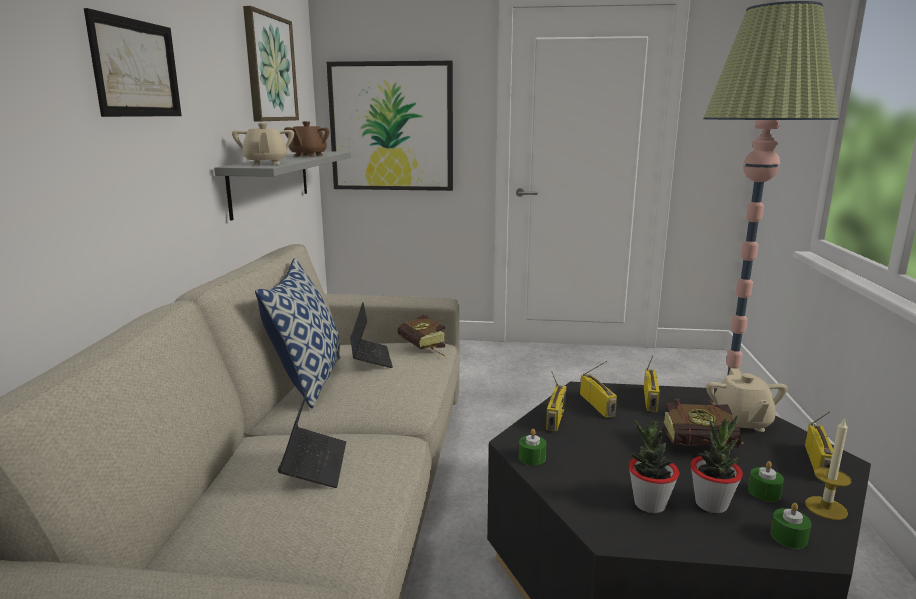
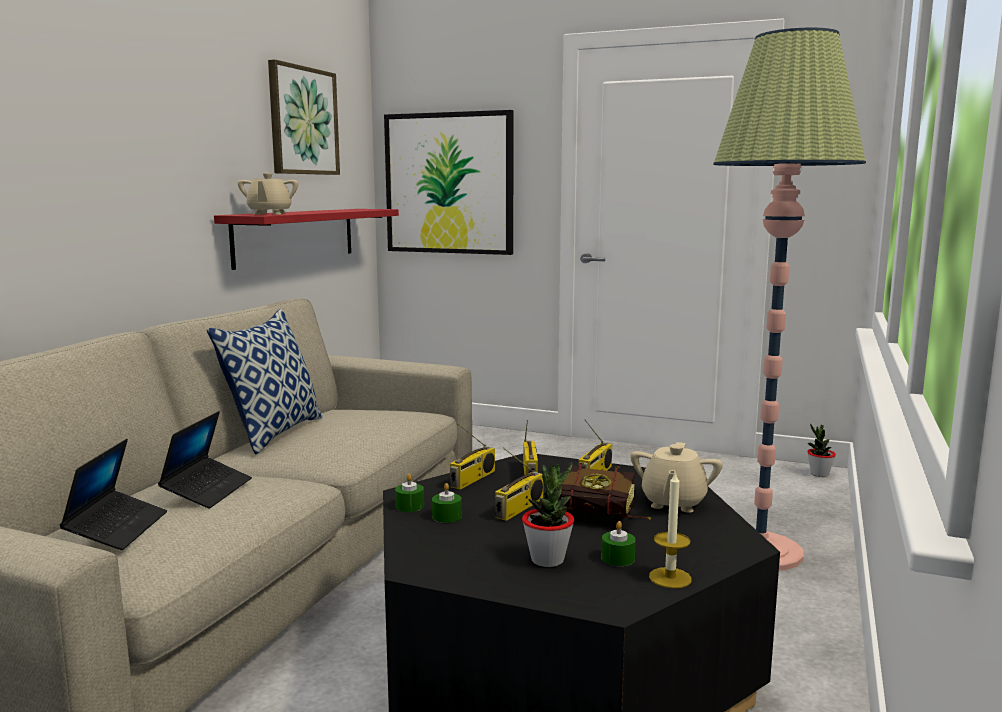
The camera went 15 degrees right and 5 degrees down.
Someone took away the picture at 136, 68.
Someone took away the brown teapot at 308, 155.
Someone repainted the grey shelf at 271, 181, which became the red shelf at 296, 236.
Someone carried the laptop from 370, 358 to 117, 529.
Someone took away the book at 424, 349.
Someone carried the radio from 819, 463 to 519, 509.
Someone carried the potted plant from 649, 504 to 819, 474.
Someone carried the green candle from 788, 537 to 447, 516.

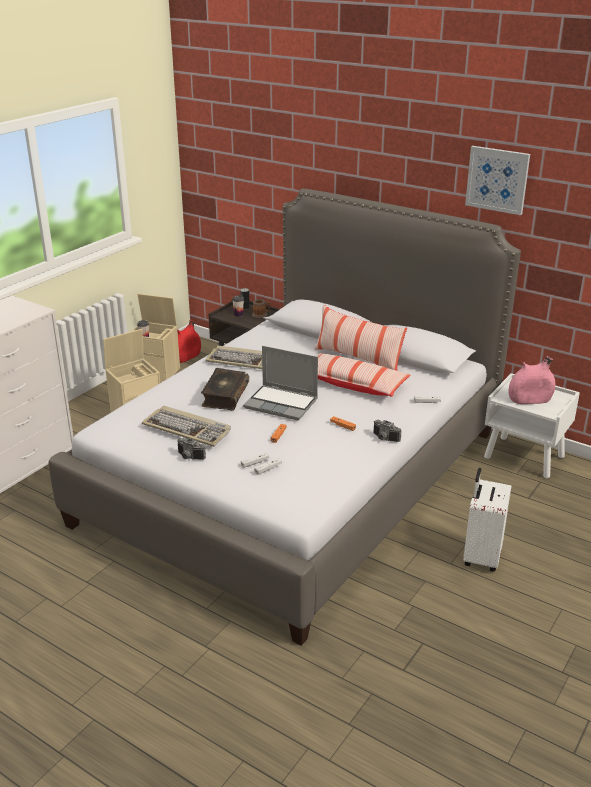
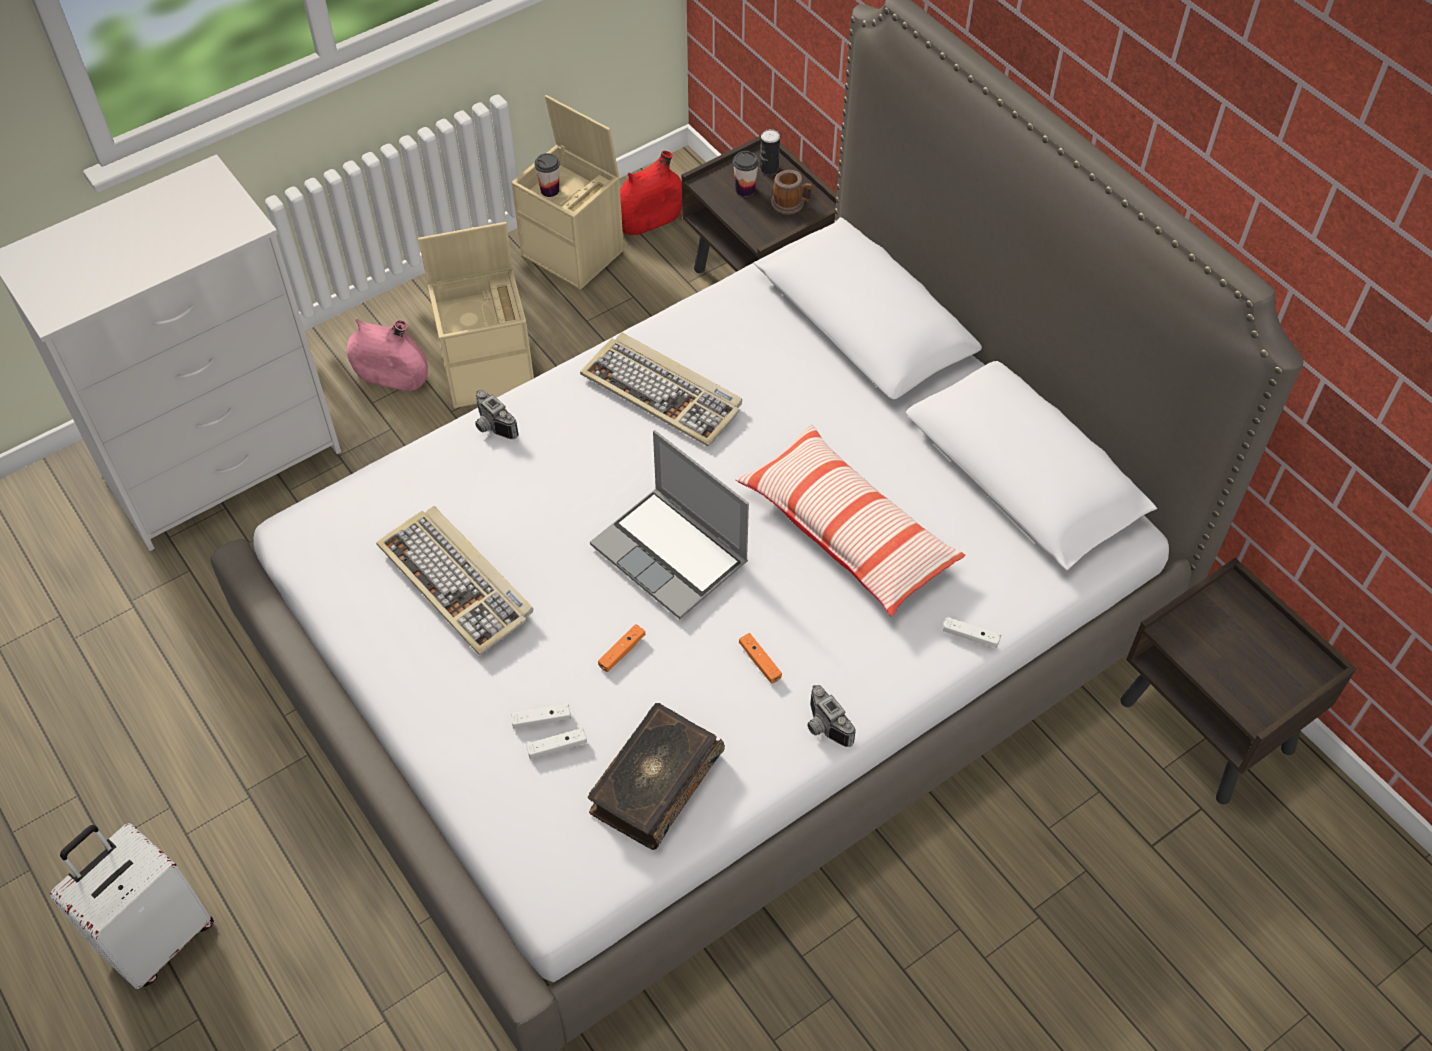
The camera went 20 degrees right and 25 degrees up.
Someone took away the picture at 497, 179.
Someone took away the pillow at 358, 358.
Someone carried the pink vase from 529, 400 to 391, 377.
Someone carried the book from 224, 396 to 654, 783.
Someone repainted the white nightstand at 525, 457, which became the brown nightstand at 1208, 727.
Someone carried the photo camera from 189, 457 to 491, 427.
Someone carried the white suitcase from 480, 556 to 157, 937.

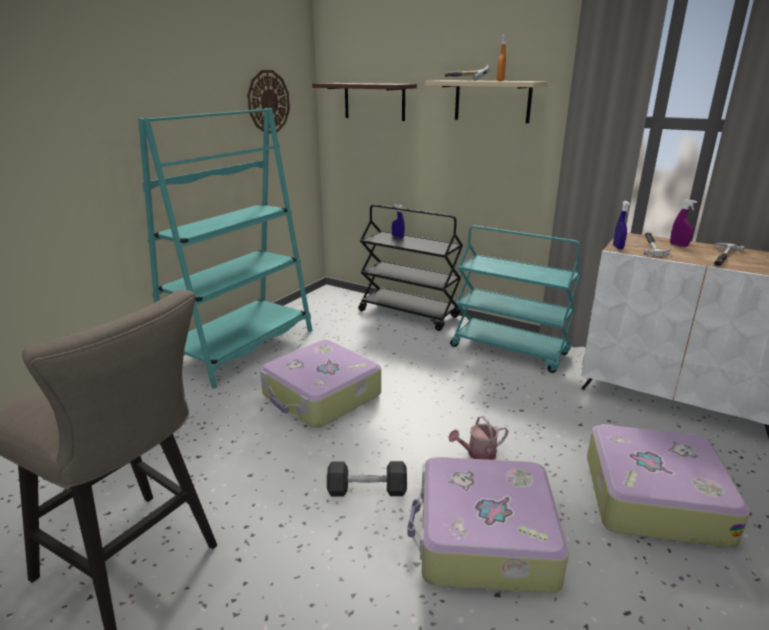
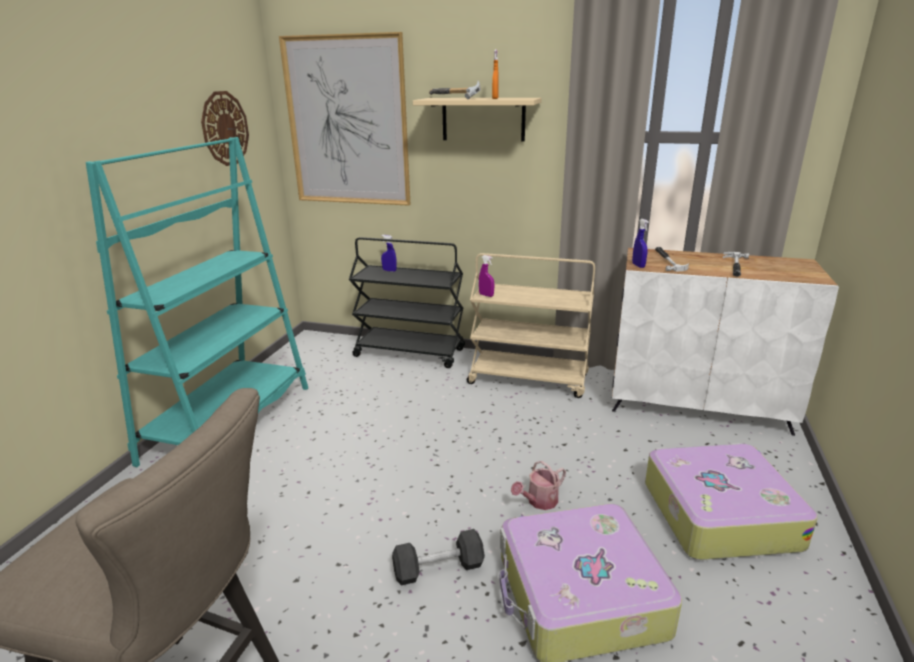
The camera went 15 degrees left and 0 degrees up.
Someone swapped the brown shelf at 374, 101 for the picture at 347, 122.
Someone carried the purple spray bottle from 678, 245 to 486, 295.
Someone repainted the turquoise cart at 510, 350, which became the beige cart at 529, 379.
Someone took away the suitcase at 321, 396.

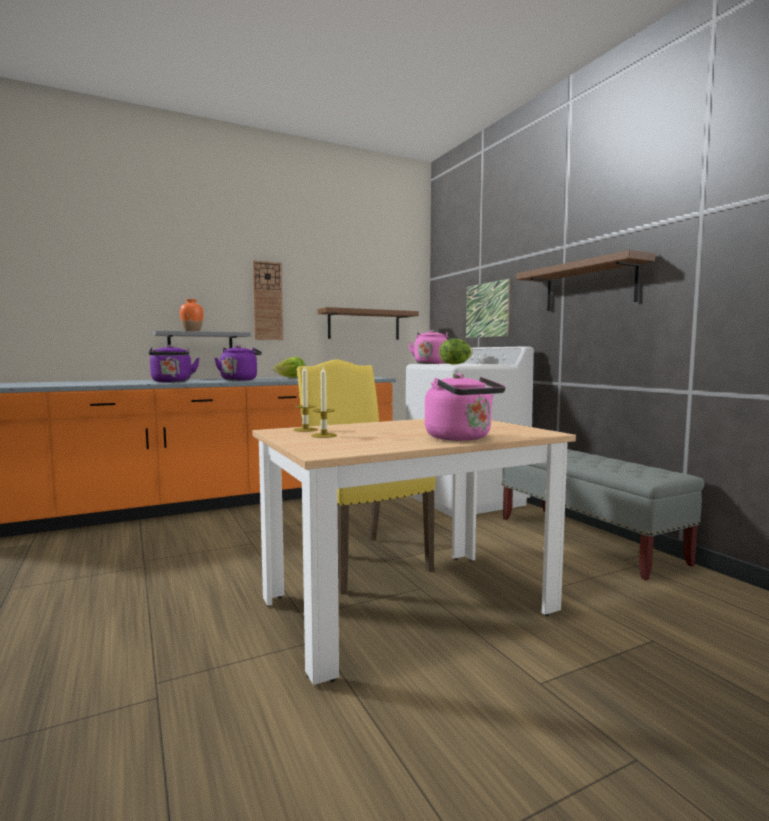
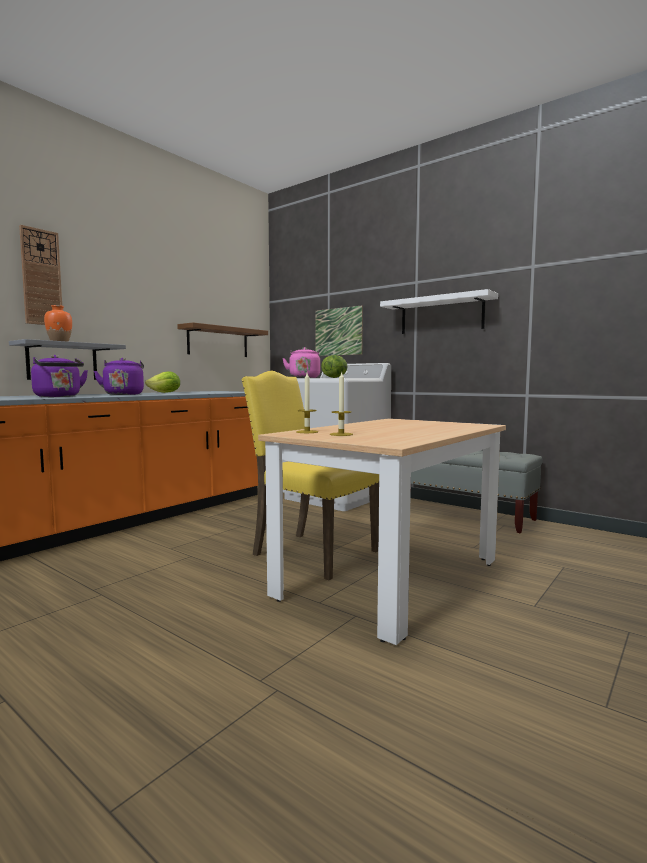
The camera went 25 degrees left and 0 degrees up.
Someone repainted the brown shelf at 589, 286, which became the white shelf at 441, 315.
Someone carried the wall clock from 267, 301 to 41, 277.
Someone took away the pink kettle at 461, 438.

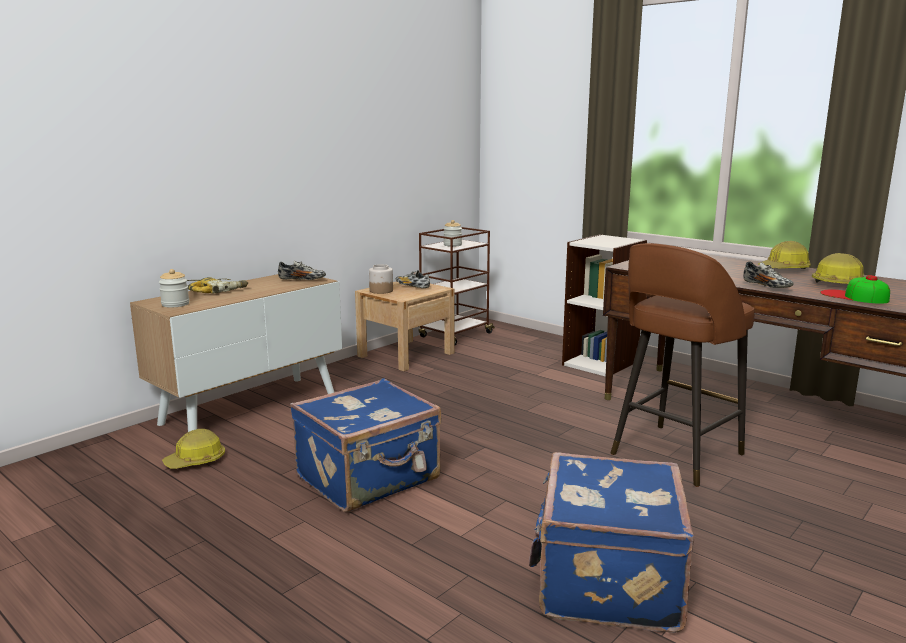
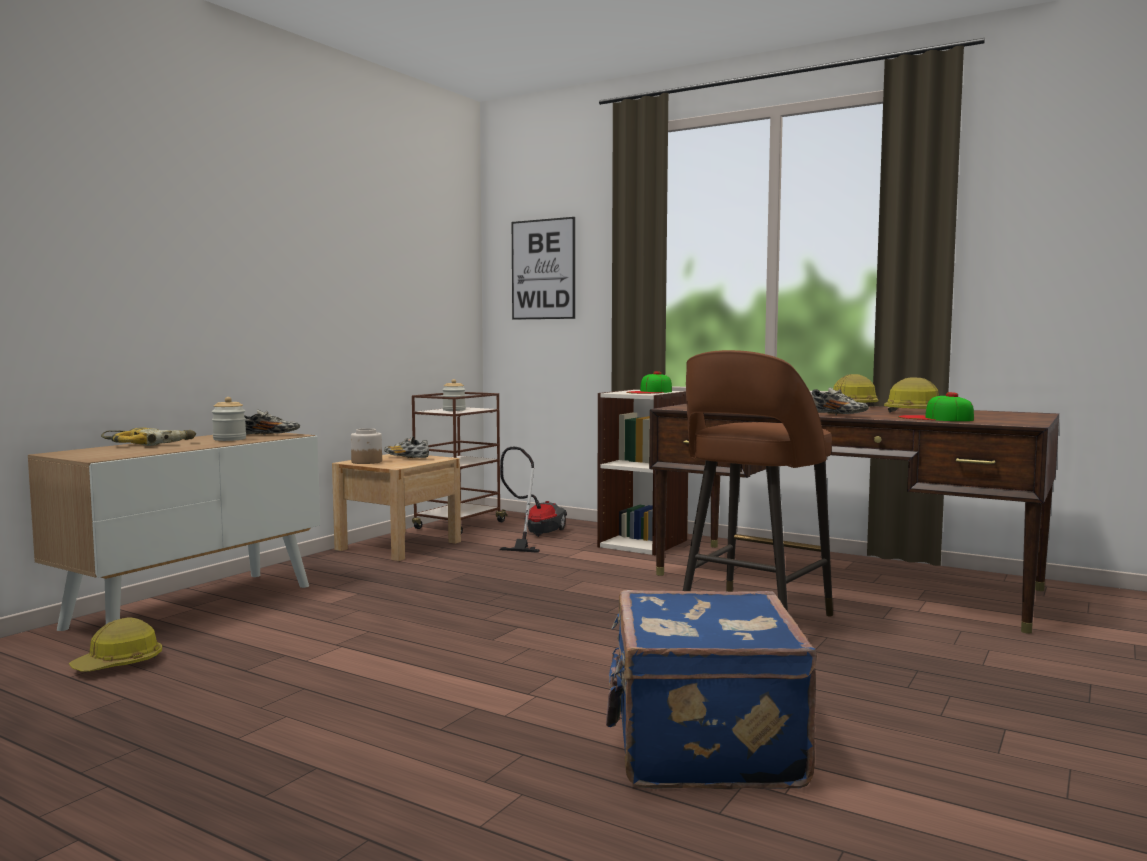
The camera went 10 degrees left and 10 degrees down.
Someone carried the jar from 175, 304 to 229, 439.
Someone took away the blue suitcase at 370, 478.
Someone put up the picture at 543, 269.
Someone put down the cap at 650, 392.
Someone put down the vacuum cleaner at 534, 536.

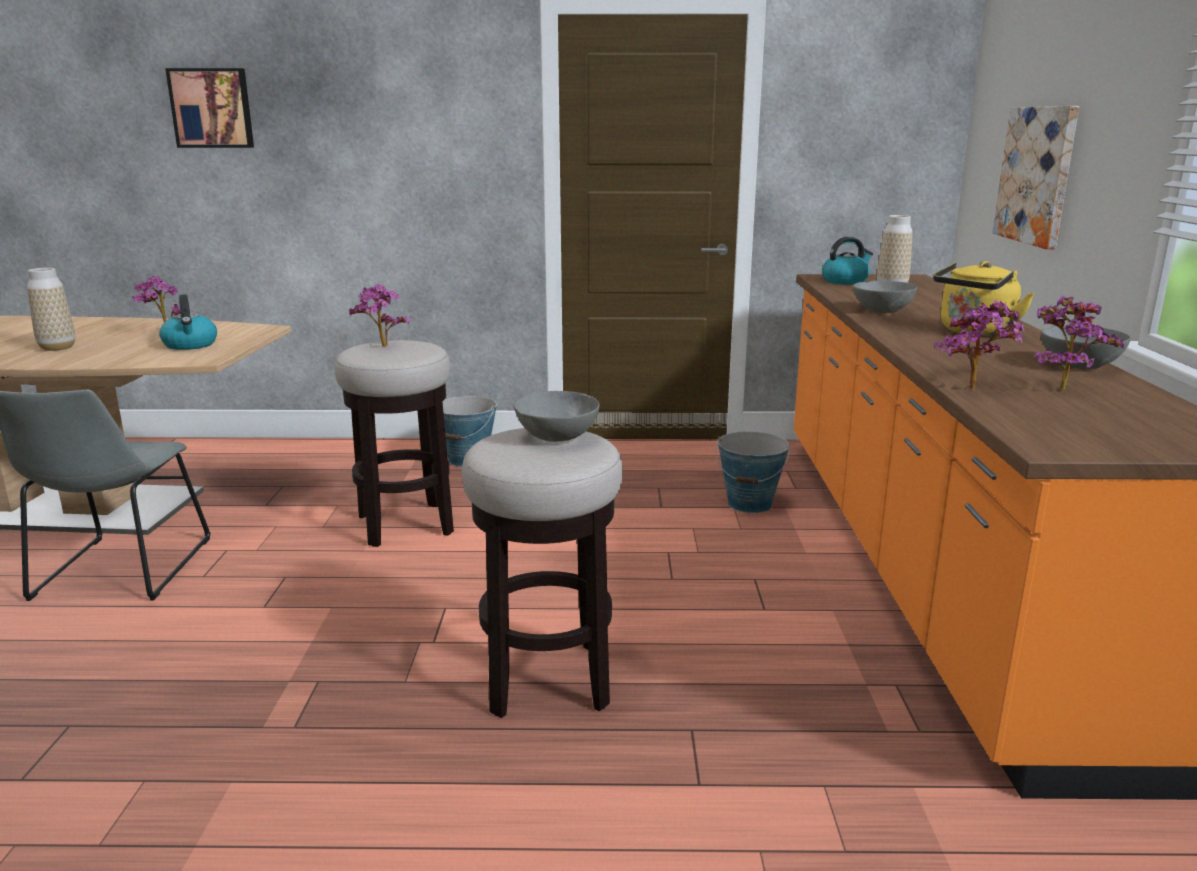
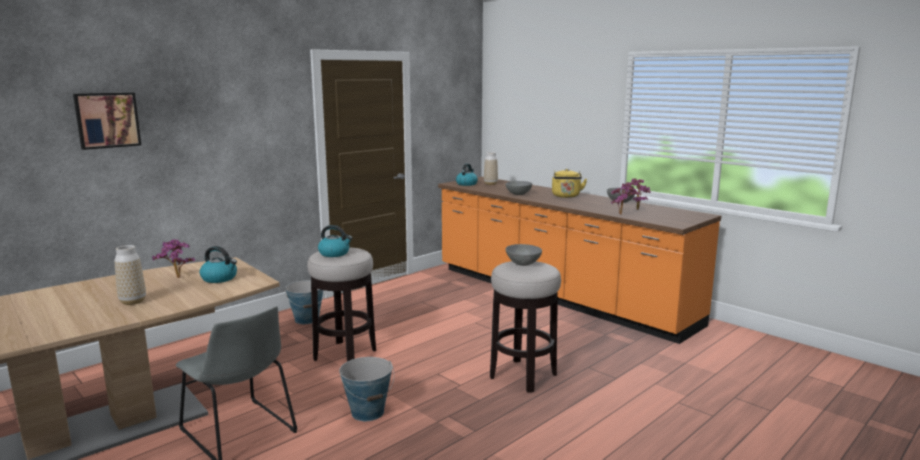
The camera went 45 degrees left and 5 degrees down.
Someone took away the picture at 1037, 175.
Someone swapped the potted plant at 381, 347 for the kettle at 334, 253.
Someone carried the bucket from 750, 504 to 368, 412.

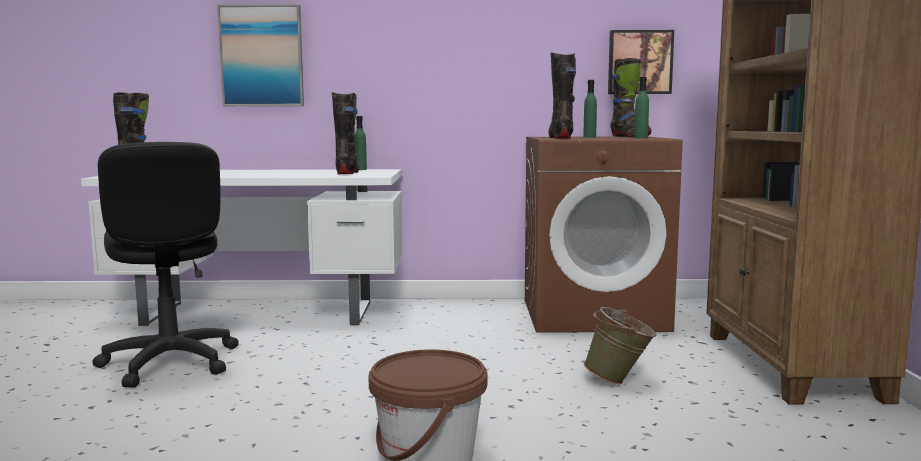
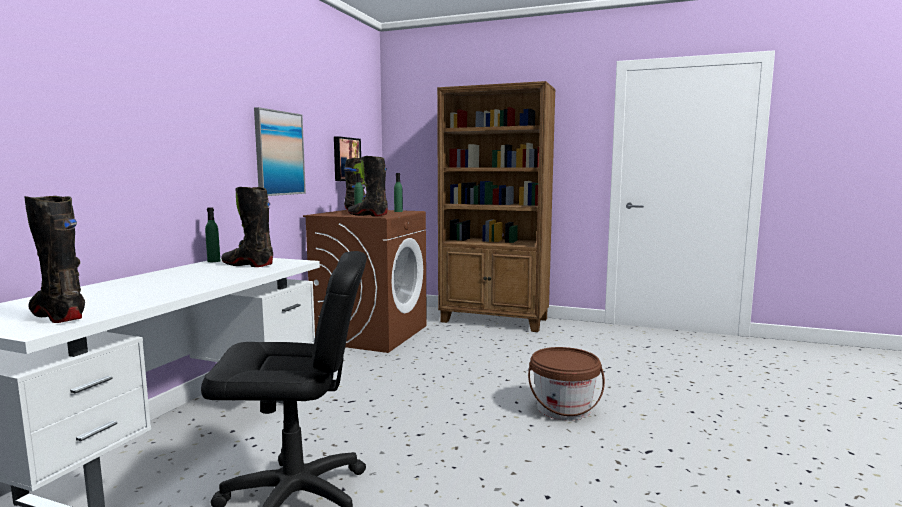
The camera went 70 degrees left and 0 degrees up.
Someone carried the picture from 262, 56 to 279, 153.
Someone took away the green bucket at 619, 381.

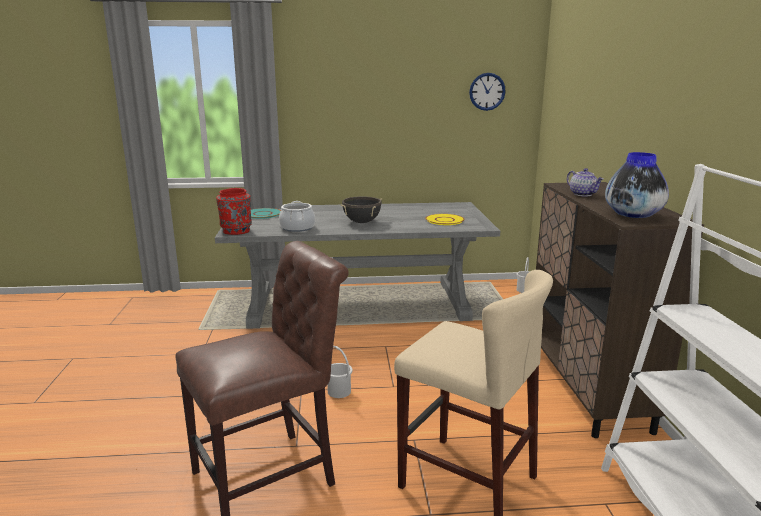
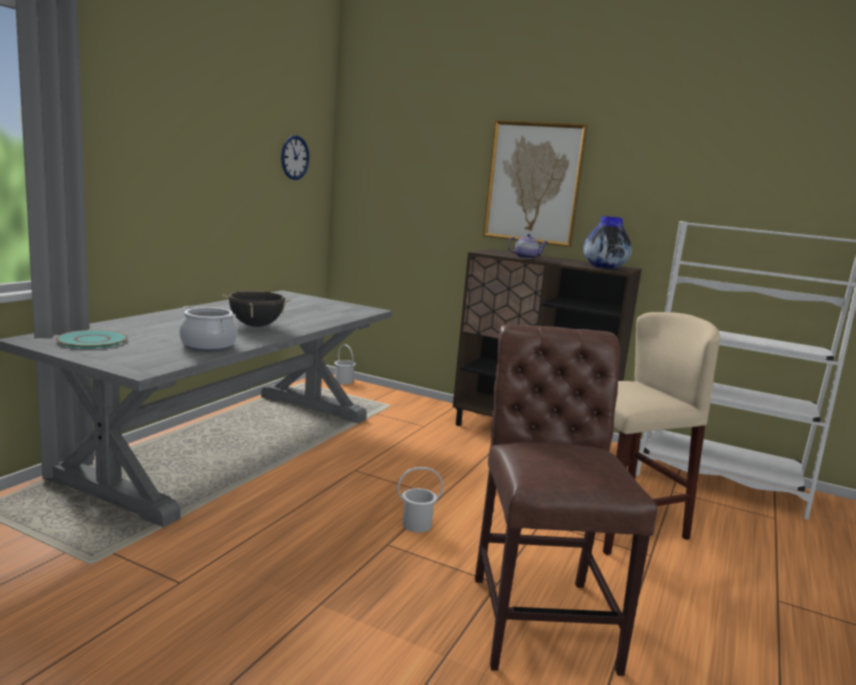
The camera went 60 degrees left and 5 degrees down.
Someone took away the red vase at 236, 231.
Someone took away the yellow plate at 444, 220.
Someone put up the picture at 533, 183.

